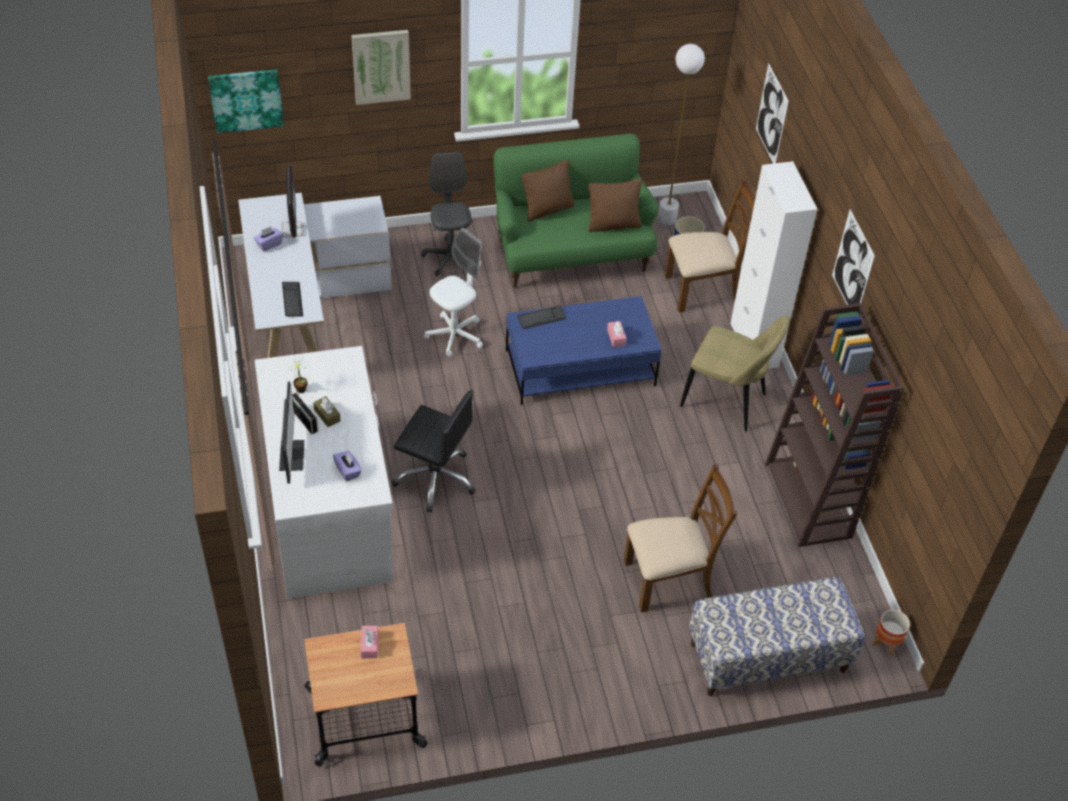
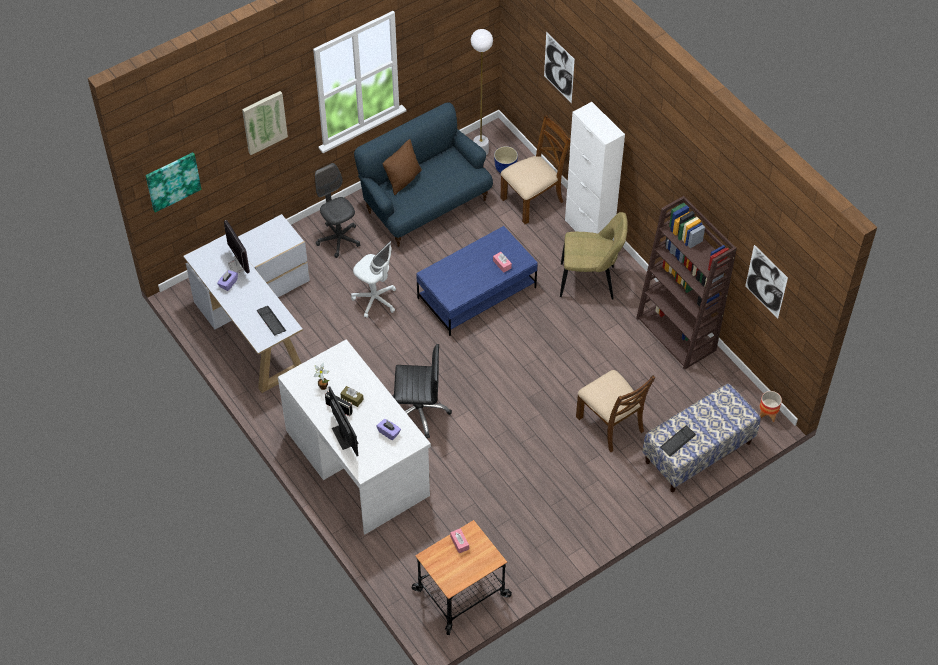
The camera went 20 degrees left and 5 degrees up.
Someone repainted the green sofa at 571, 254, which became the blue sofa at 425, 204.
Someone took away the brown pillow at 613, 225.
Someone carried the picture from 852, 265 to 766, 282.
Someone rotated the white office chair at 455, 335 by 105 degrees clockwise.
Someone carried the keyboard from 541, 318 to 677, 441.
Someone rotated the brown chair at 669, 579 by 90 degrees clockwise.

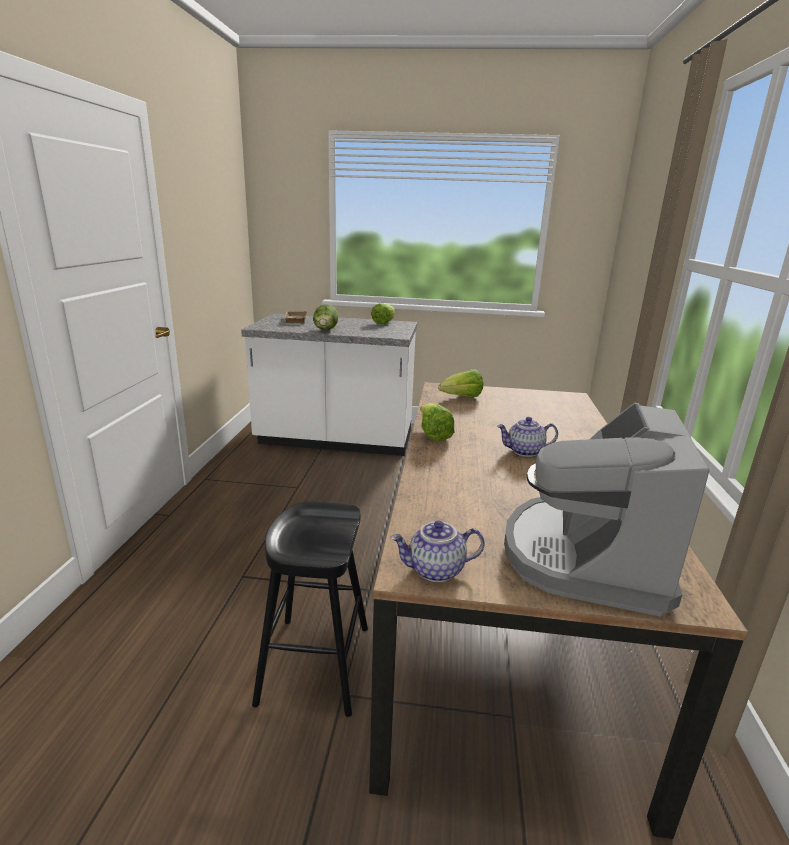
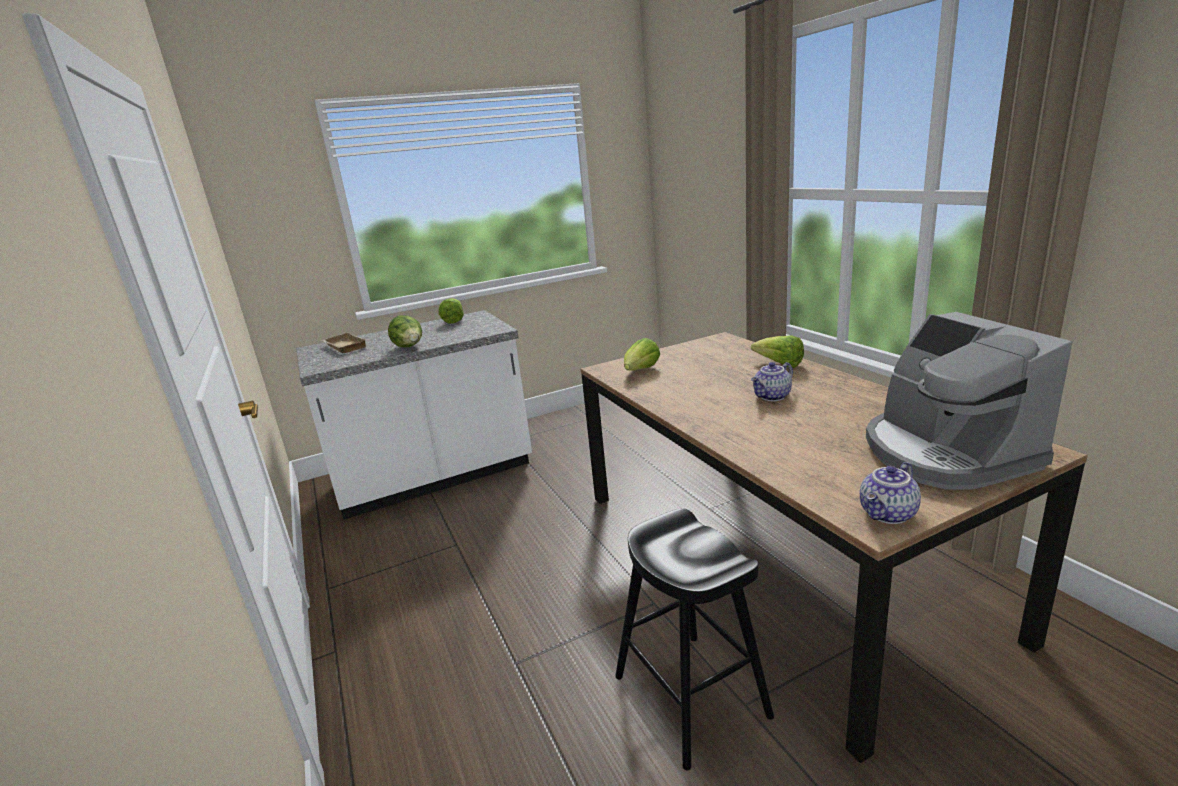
The camera went 30 degrees left and 0 degrees up.
Someone carried the lettuce from 433, 435 to 780, 365.

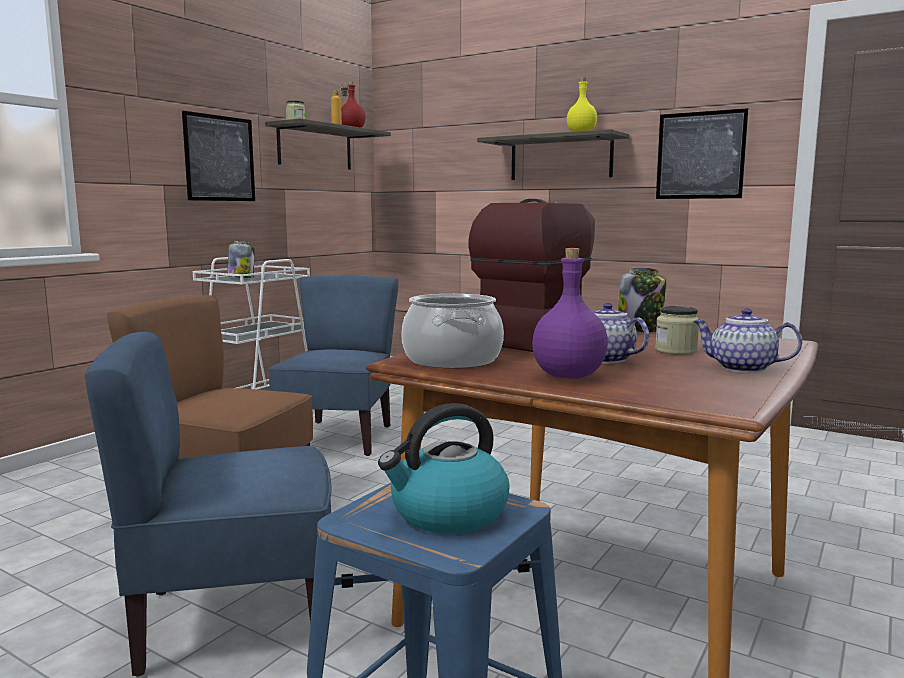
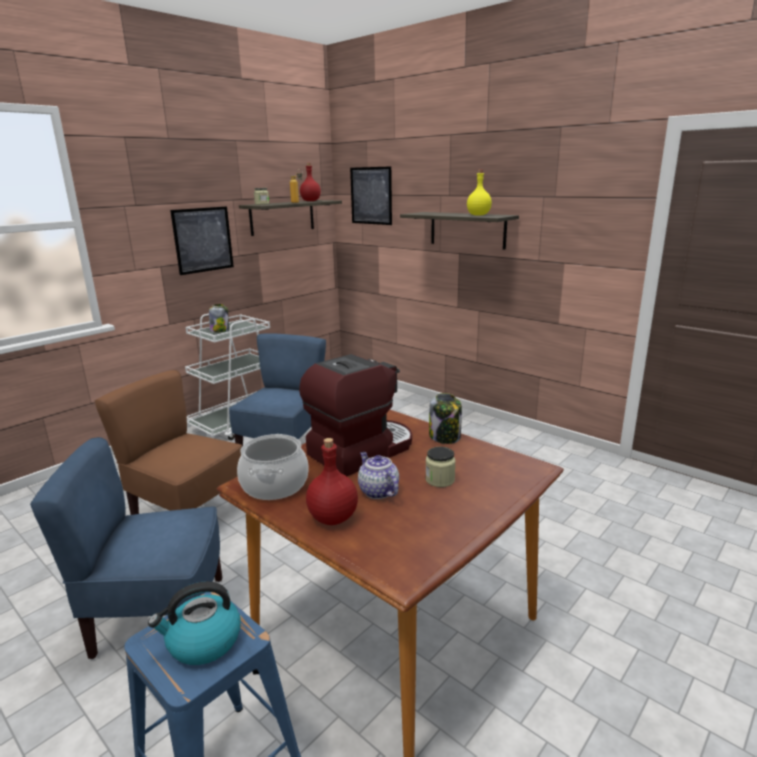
The camera went 10 degrees right and 10 degrees up.
Someone carried the picture from 700, 155 to 371, 196.
Someone repainted the purple bottle at 567, 376, which became the red bottle at 332, 517.
Someone took away the teapot at 741, 368.

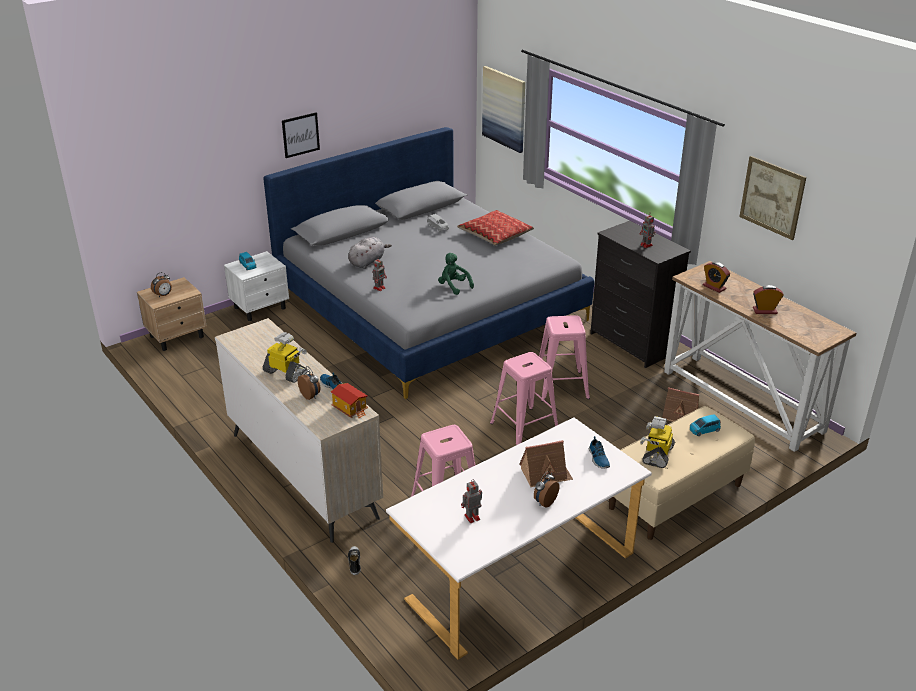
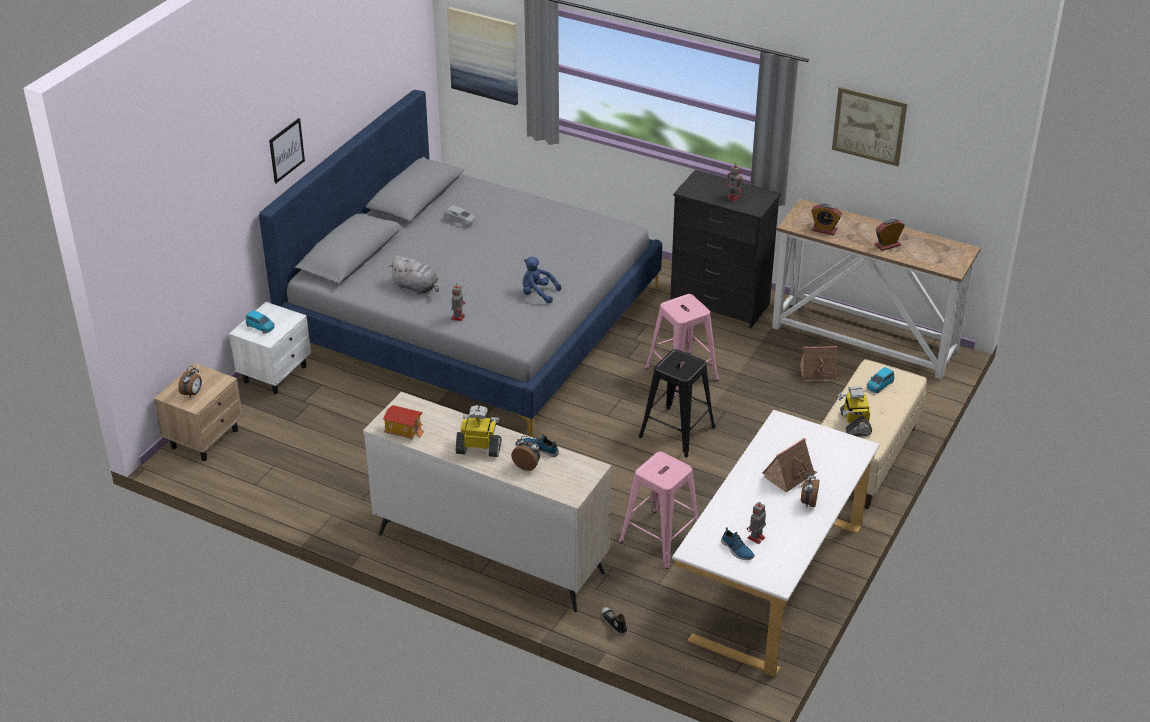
The camera went 25 degrees left and 5 degrees up.
Someone took away the pillow at 495, 234.
Someone rotated the grey plush toy at 367, 262 by 105 degrees clockwise.
Someone repainted the green plush toy at 453, 286, which became the blue plush toy at 538, 293.
Someone repainted the pink stool at 524, 428, which became the black stool at 677, 432.
Someone carried the toy house from 350, 409 to 404, 430.
Someone carried the shoe from 598, 458 to 736, 550.

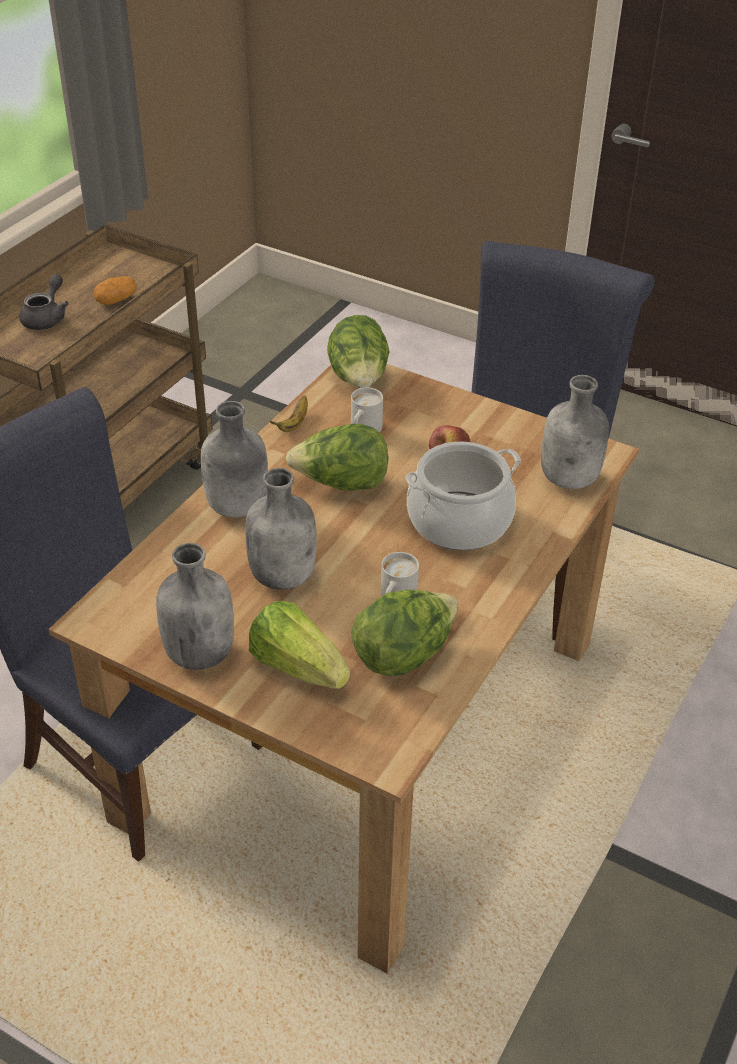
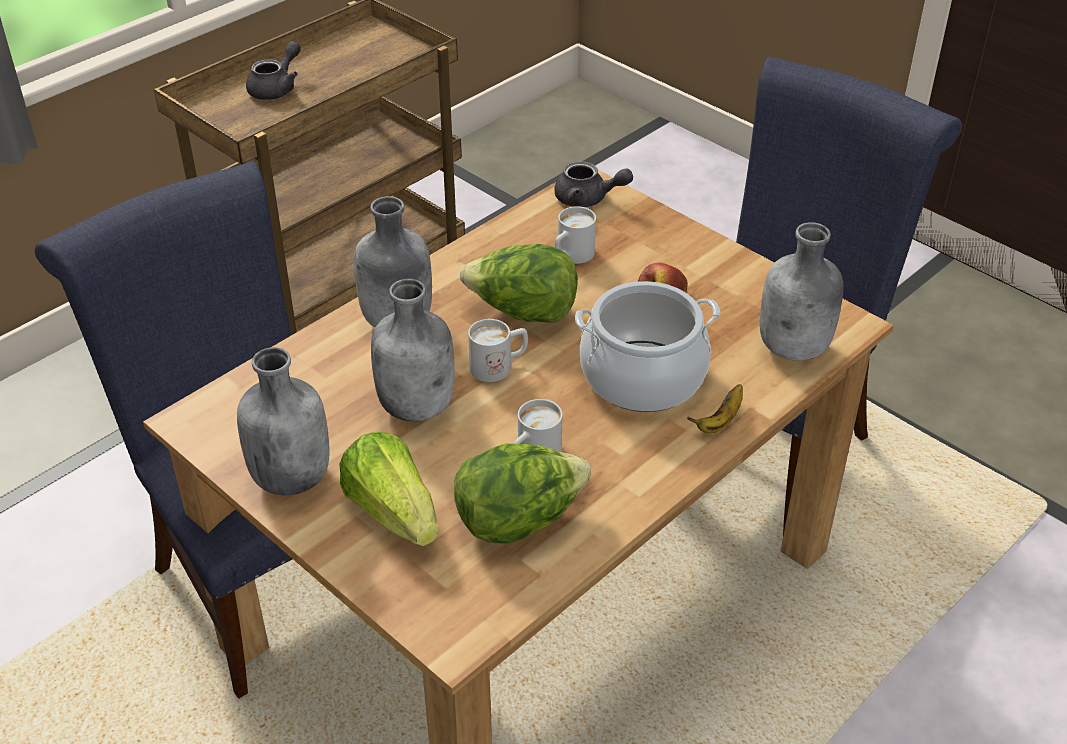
The camera went 15 degrees right and 0 degrees up.
Someone took away the potato at 116, 300.
Someone swapped the lettuce at 359, 380 for the grey teapot at 588, 199.
Someone carried the banana from 294, 424 to 719, 421.
Someone put down the white mug at 499, 366.

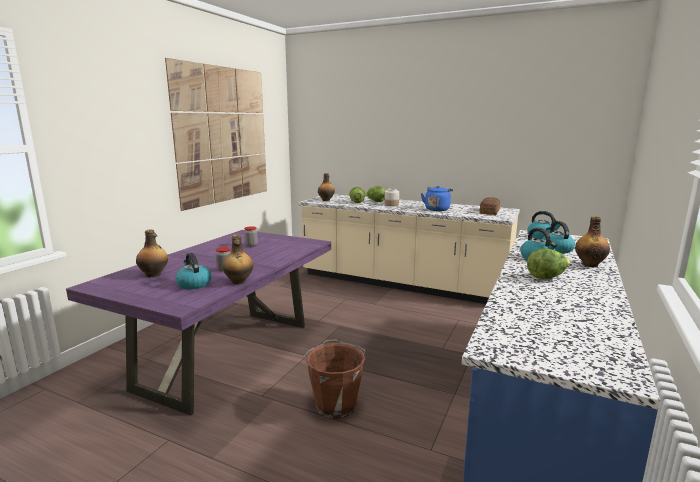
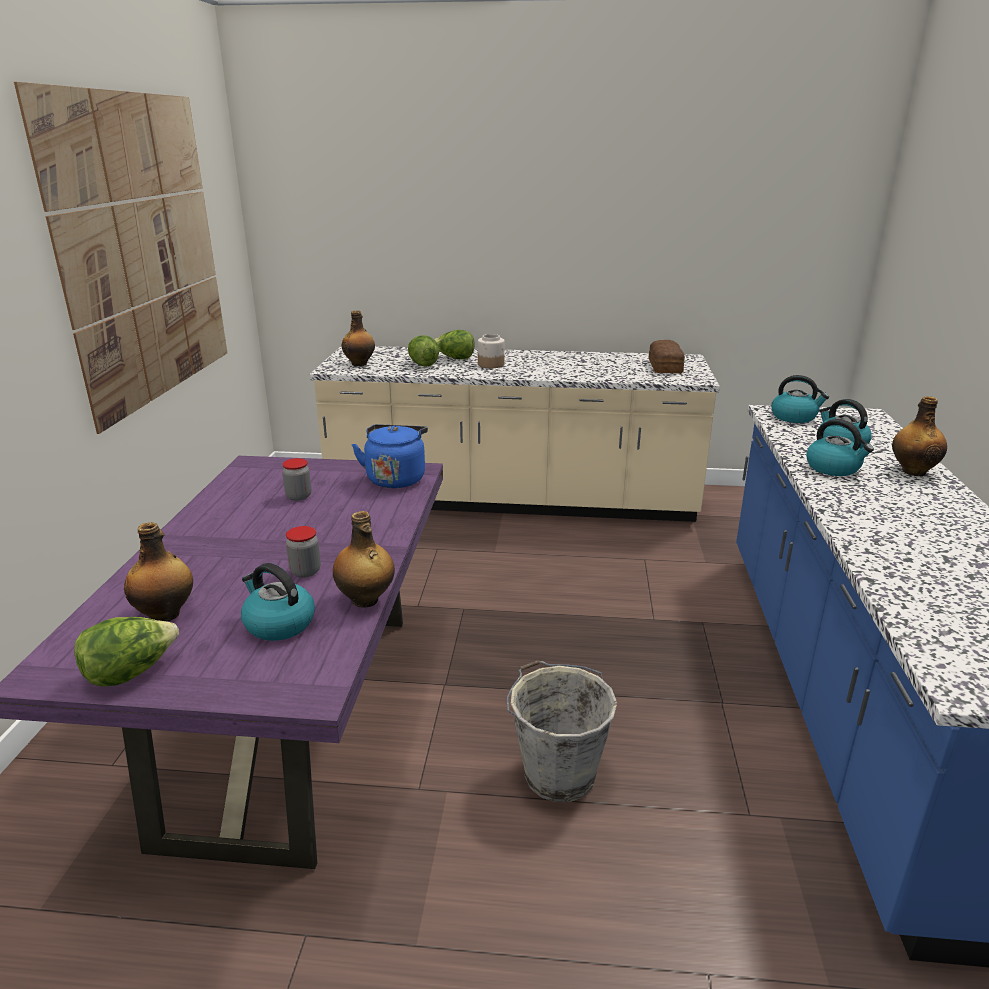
The camera went 20 degrees left and 10 degrees up.
Someone carried the blue kettle from 437, 209 to 396, 478.
Someone carried the lettuce from 547, 277 to 131, 673.
Someone repainted the brown bucket at 335, 405, which became the grey bucket at 557, 773.

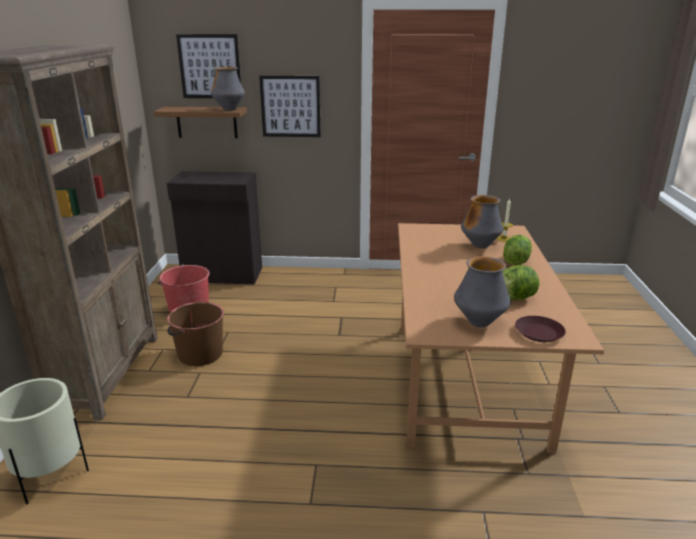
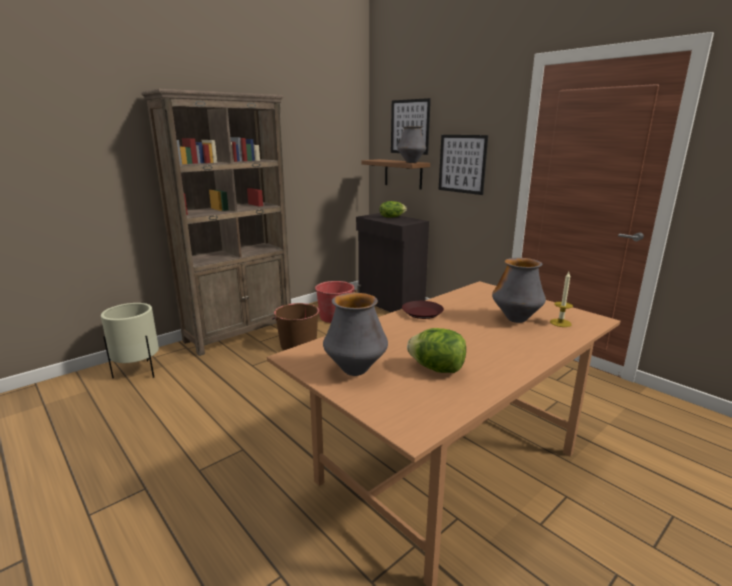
The camera went 45 degrees right and 5 degrees down.
Someone carried the lettuce from 515, 261 to 392, 217.
Someone carried the brown plate from 538, 333 to 422, 313.

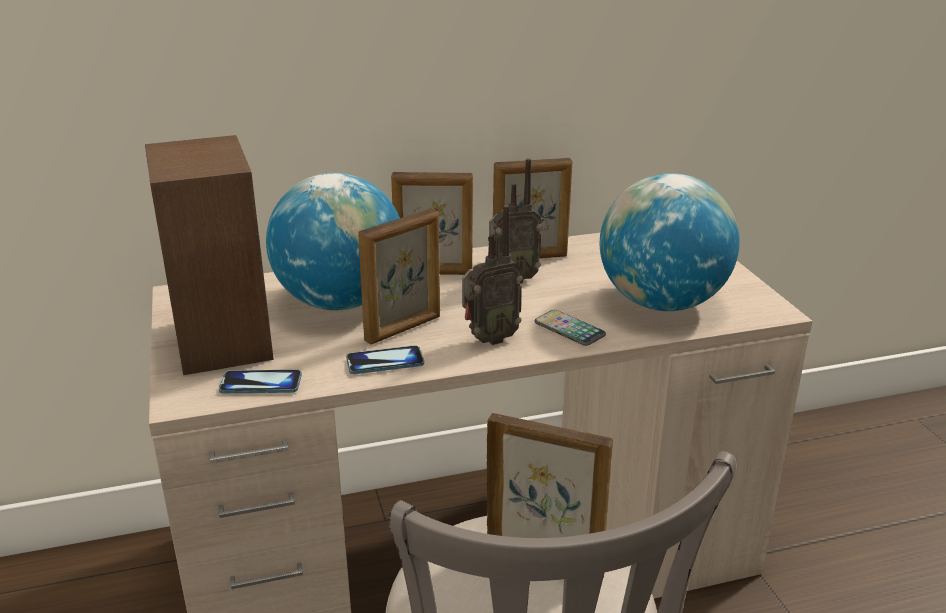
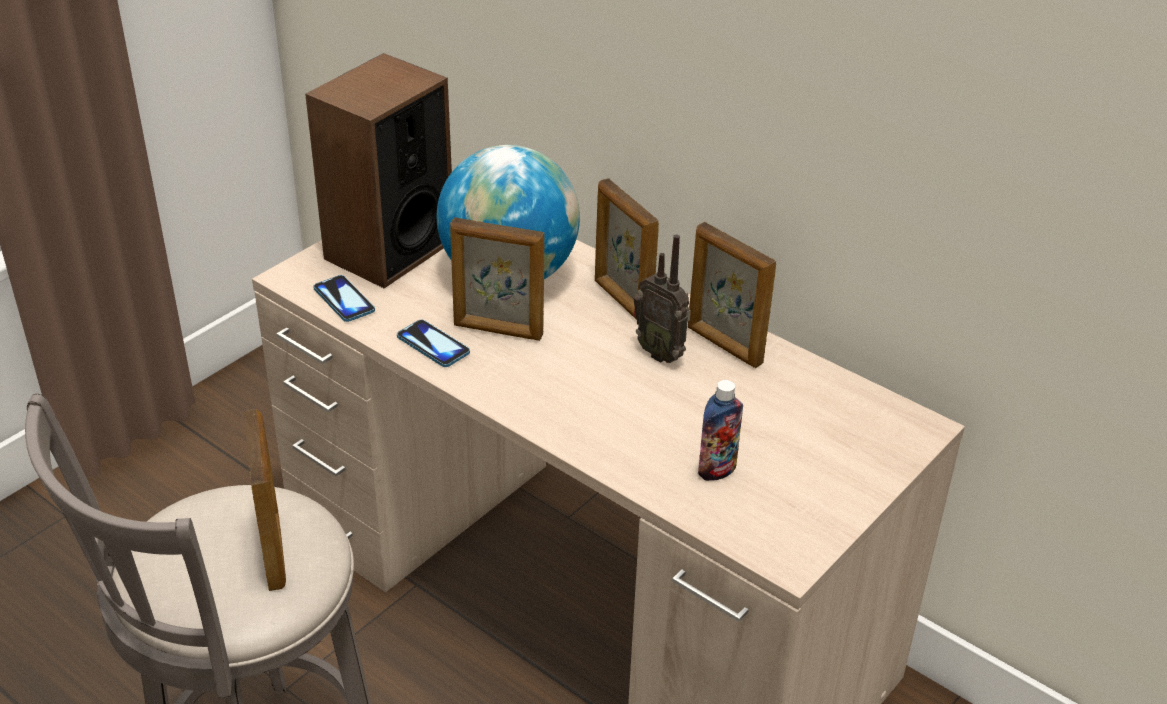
The camera went 55 degrees right and 10 degrees up.
Someone swapped the globe at 661, 303 for the bottle at 717, 470.
Someone took away the radio at 489, 339.
Someone took away the phone at 569, 329.

